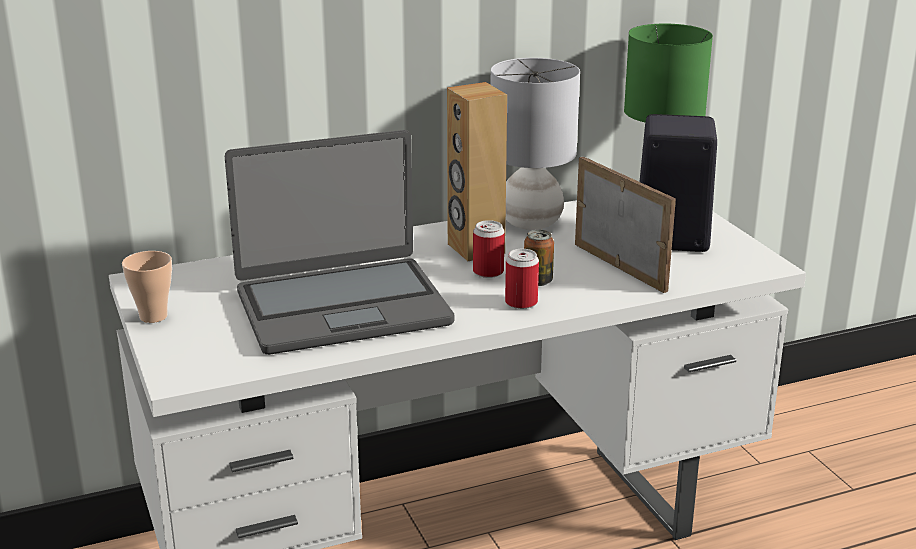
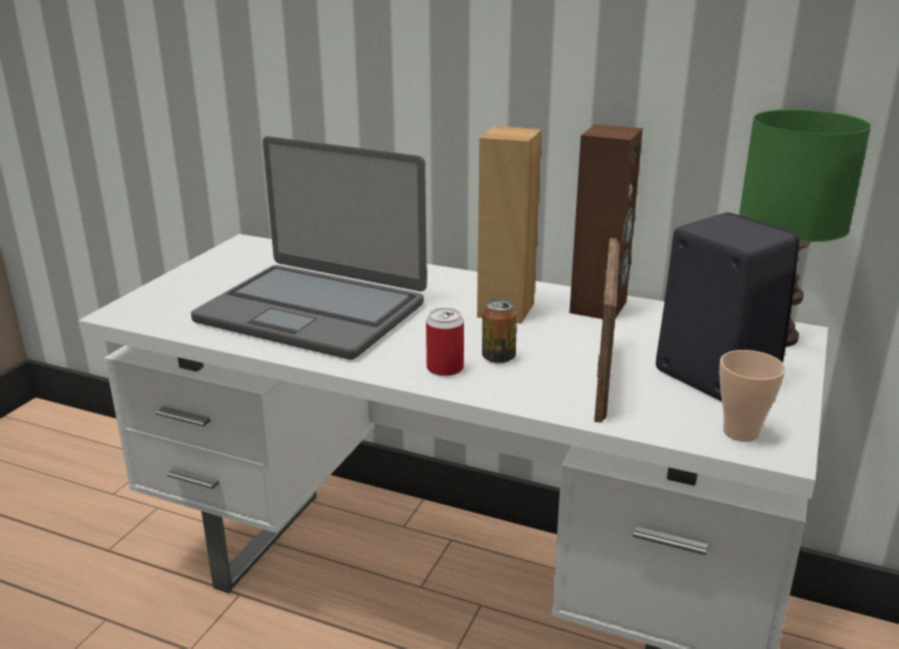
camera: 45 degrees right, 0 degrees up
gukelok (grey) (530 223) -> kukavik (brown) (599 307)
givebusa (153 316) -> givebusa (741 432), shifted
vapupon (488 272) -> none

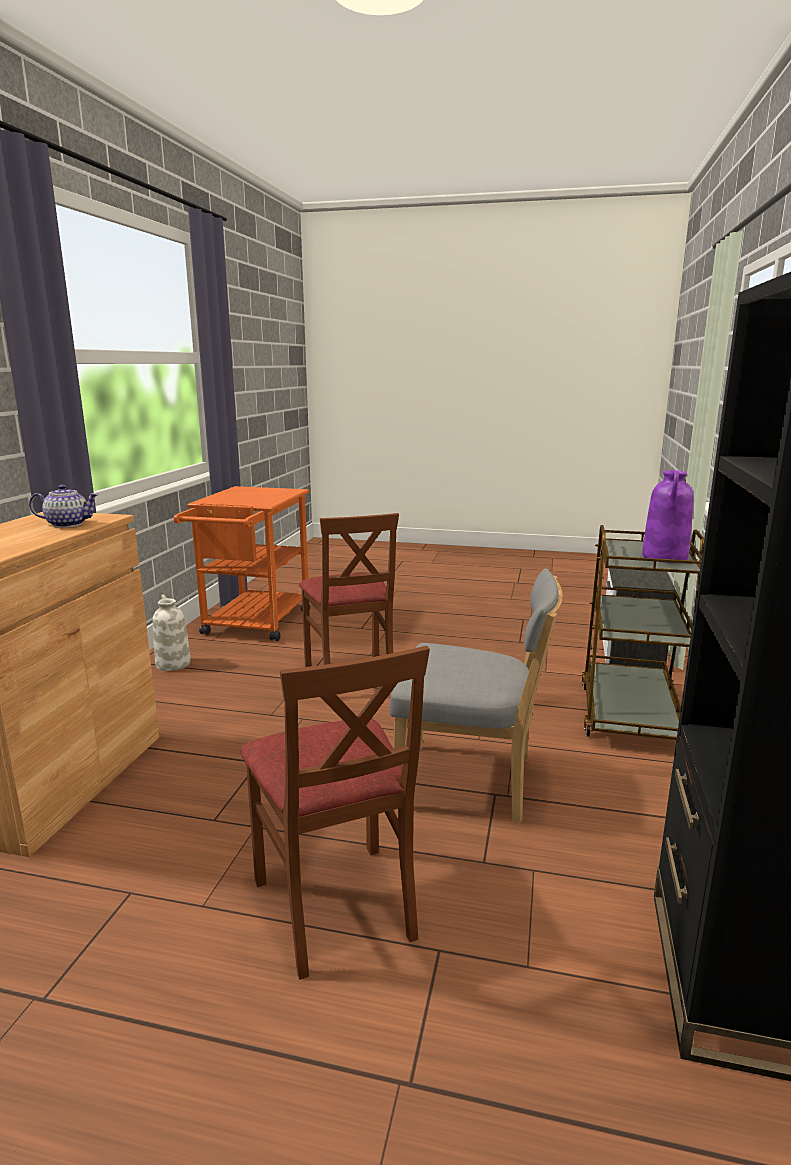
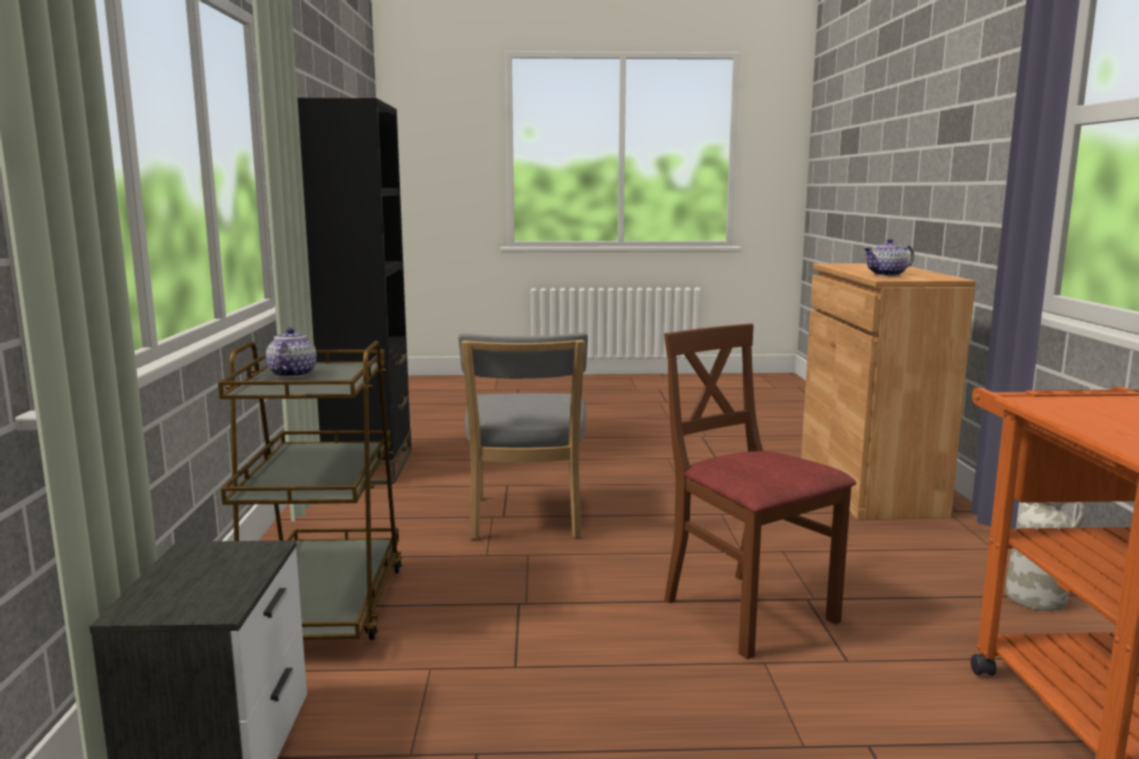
camera: 165 degrees right, 5 degrees down
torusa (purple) (665 557) -> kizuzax (292 374)
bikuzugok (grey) (471 783) -> bikuzugok (grey) (526 520), 90 degrees counterclockwise
bikuzugok (brown) (336 905) -> none

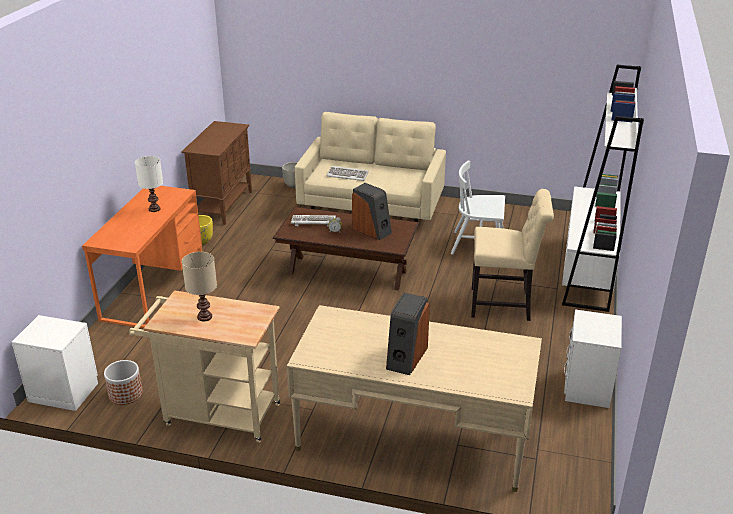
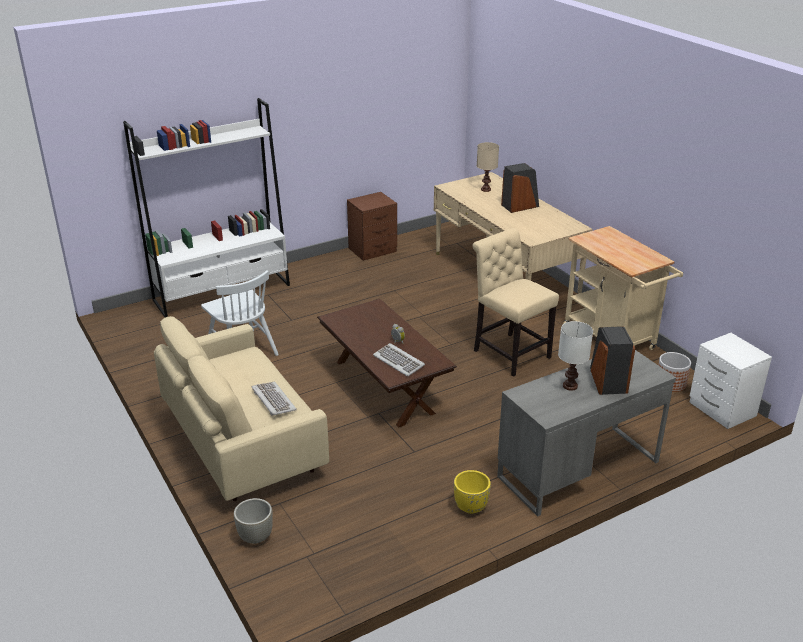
camera: 135 degrees left, 0 degrees up
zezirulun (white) (586 388) -> zezirulun (brown) (373 250)
bikuzugok (beige) (504 305) -> bikuzugok (beige) (509 352), shifted
gukelok (beige) (204 316) -> gukelok (beige) (485 190), shifted
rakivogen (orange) (154 289) -> rakivogen (grey) (578 469)
kukavik (372 230) -> kukavik (607 381), shifted
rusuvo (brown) (223 205) -> none

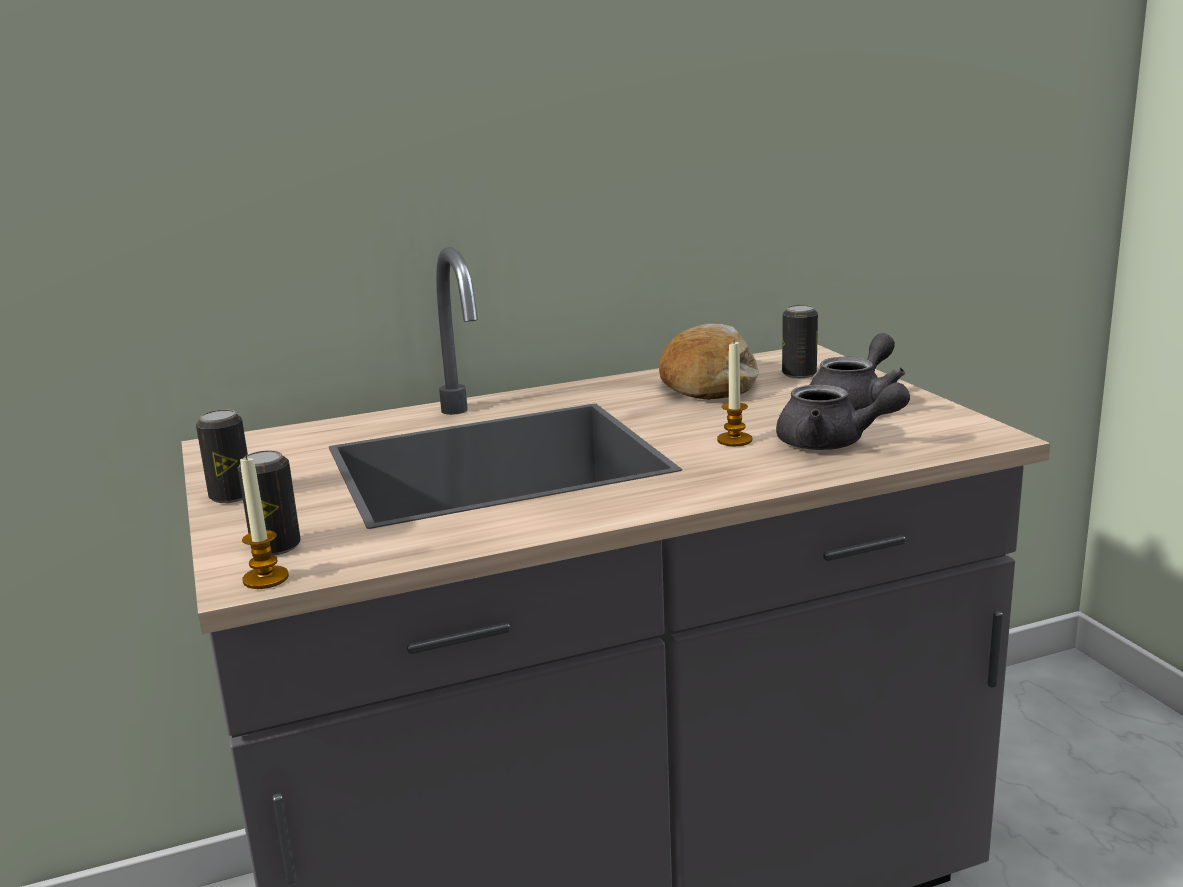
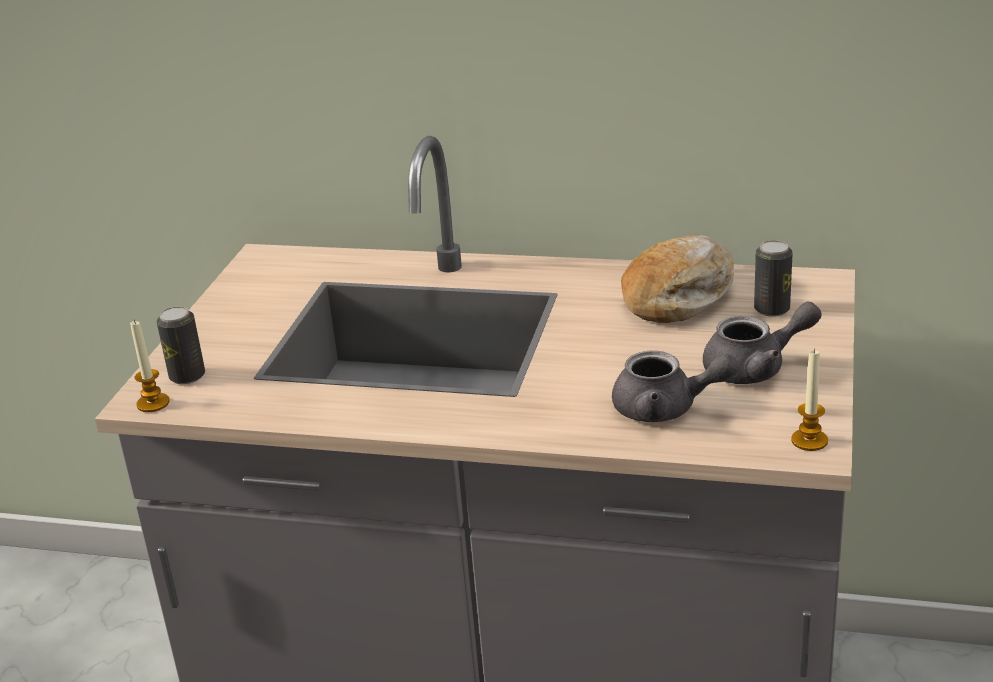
camera: 35 degrees right, 10 degrees up
kizuzax (grey) (832 444) -> kizuzax (grey) (666 409), 45 degrees counterclockwise
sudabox (734 440) -> sudabox (809 441), shifted
vapupon (231 496) -> none

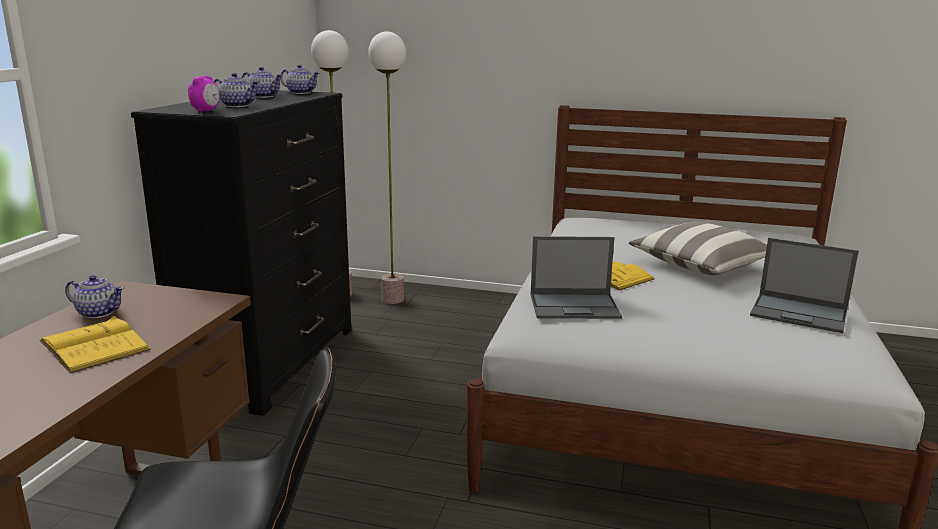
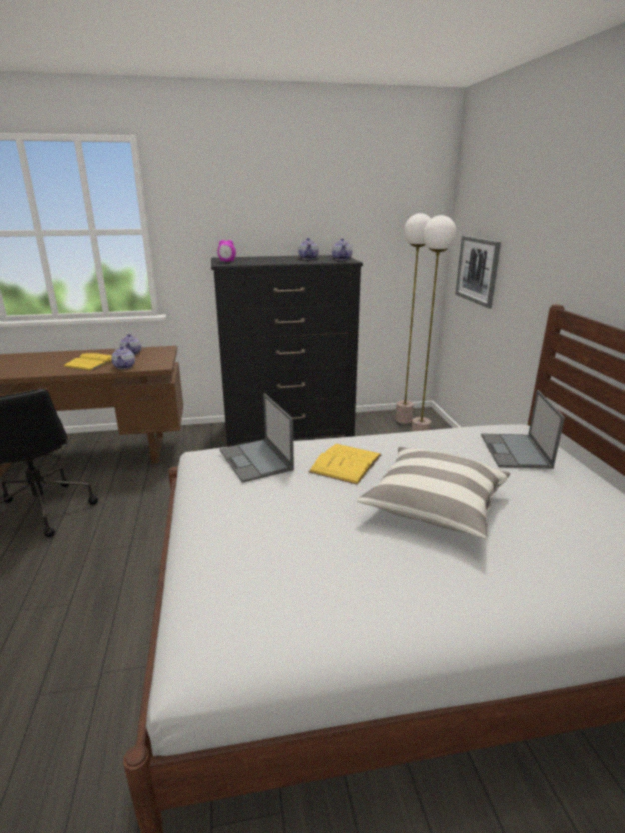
camera: 65 degrees right, 5 degrees up
kizuzax (237 105) -> kizuzax (124 366), shifted
none -> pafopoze (477 270)
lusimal (800 313) -> lusimal (515 451), shifted

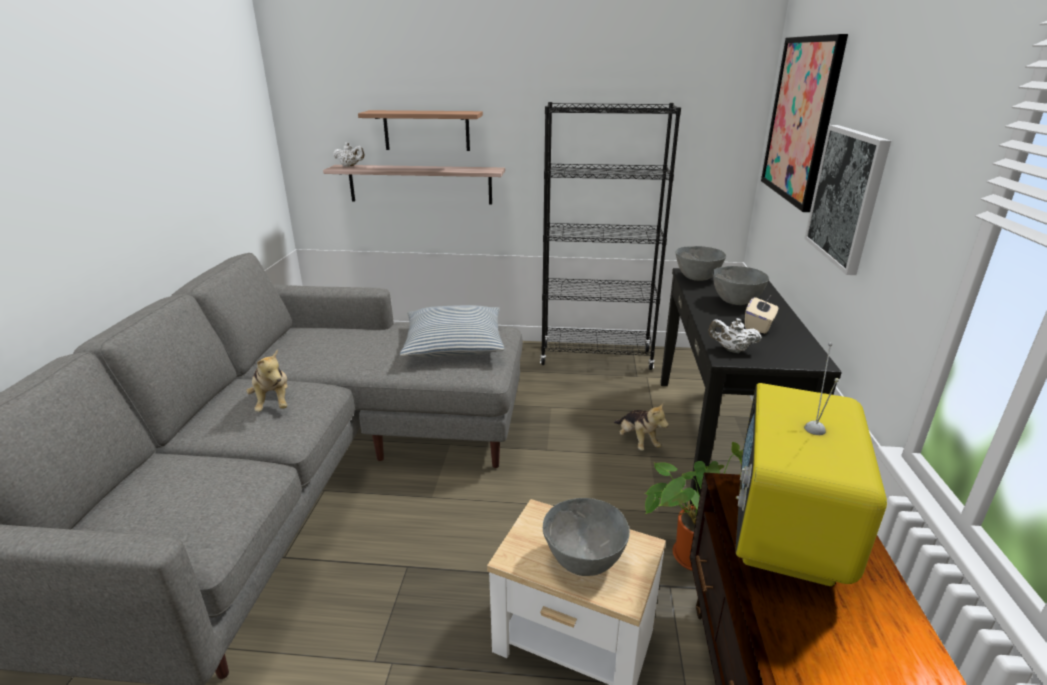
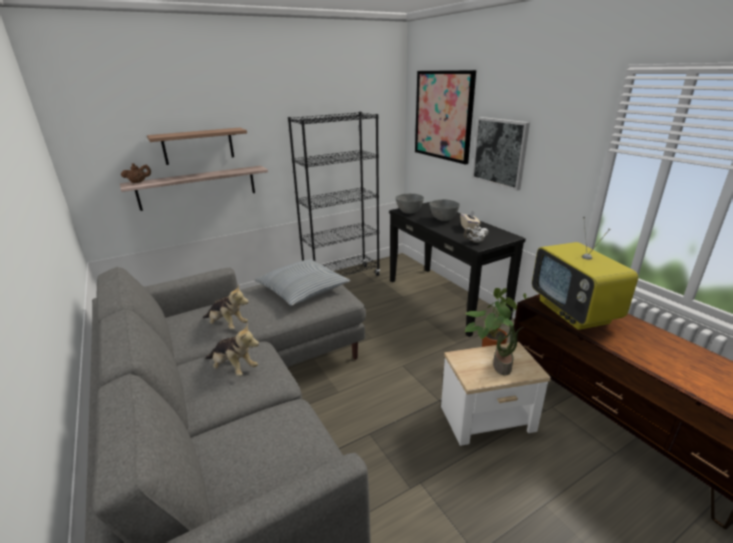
camera: 35 degrees left, 0 degrees up
kizuzax (white) (350 166) -> kizuzax (brown) (138 182)
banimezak (637 441) -> banimezak (227 325), shifted
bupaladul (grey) (584 561) -> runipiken (502 366)

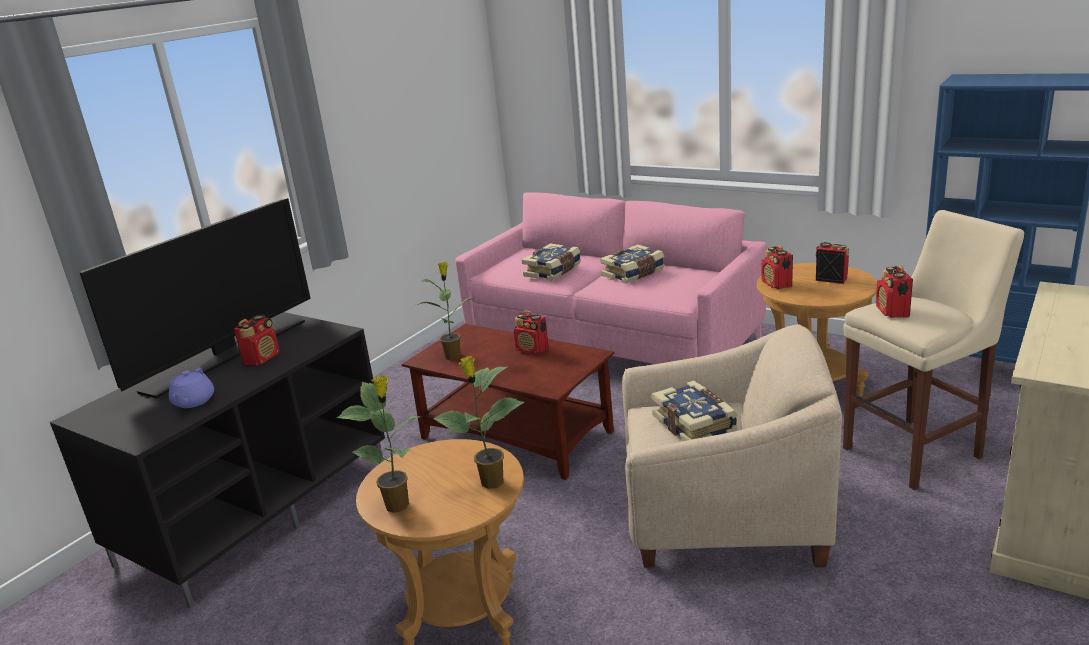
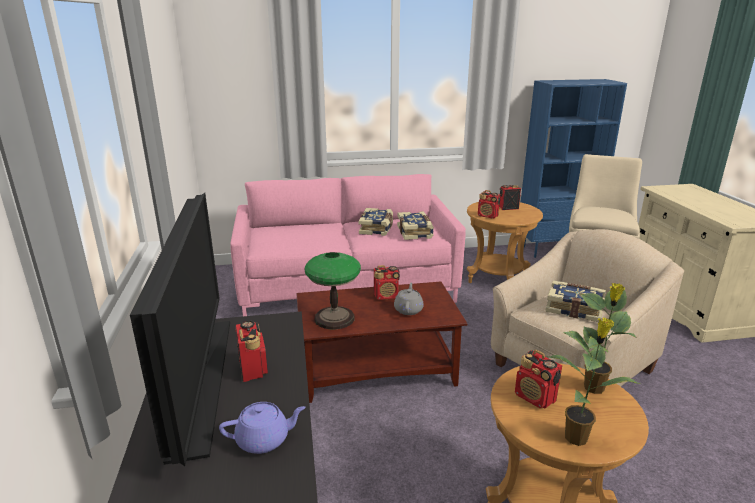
camera: 45 degrees left, 0 degrees up
kizuzax (purple) (193 402) -> kizuzax (purple) (264 439), 60 degrees counterclockwise
runipiken (453 356) -> gukelok (334 318)
none -> kizuzax (grey) (408 309)
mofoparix (553 271) -> mofoparix (415 232), shifted
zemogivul (892 312) -> zemogivul (535 398), shifted

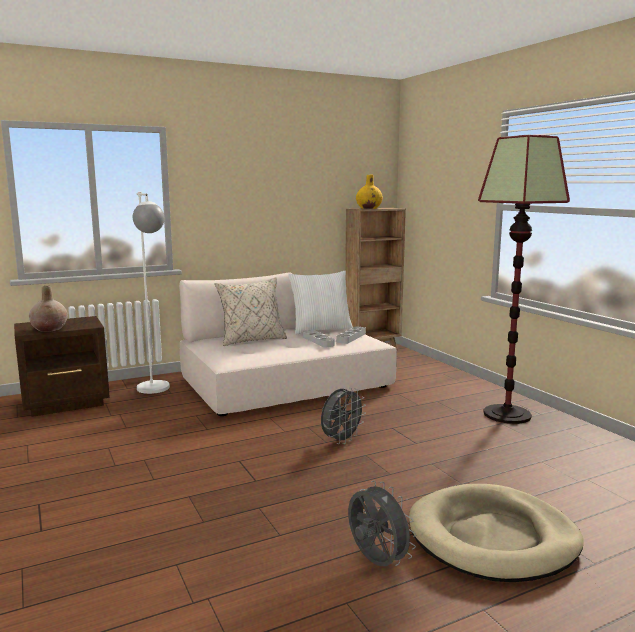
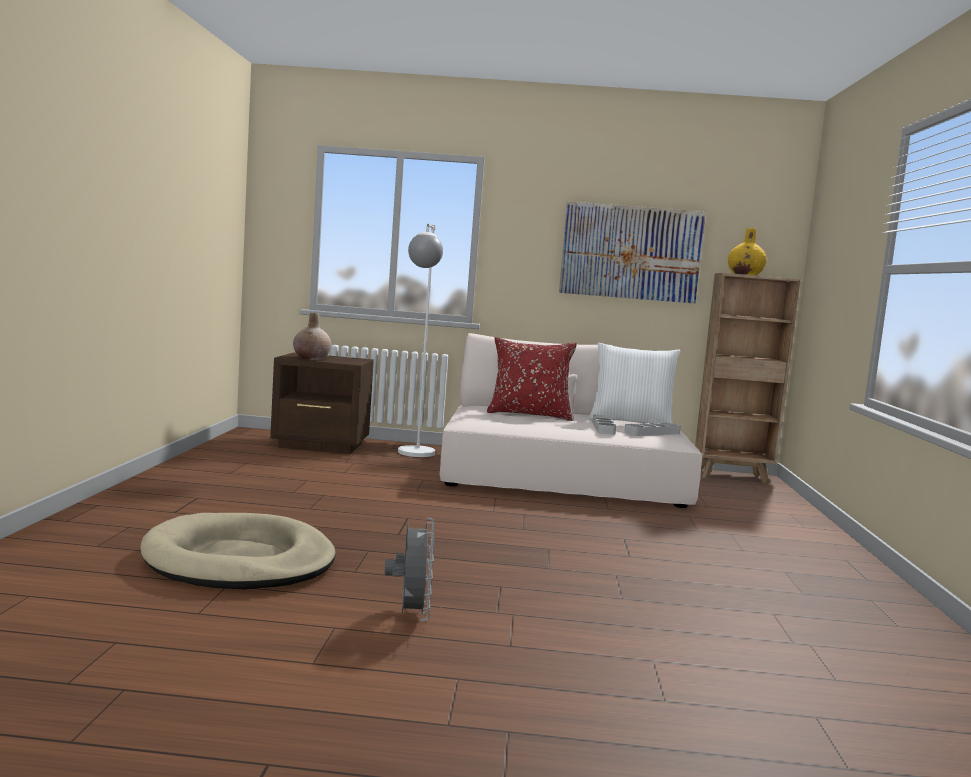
camera: 30 degrees right, 5 degrees down
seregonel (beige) (493 538) -> seregonel (beige) (239 561), shifted
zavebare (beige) (252 340) -> zavebare (red) (529 415)
none -> pafopoze (631 252)
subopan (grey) (341 440) -> none
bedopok (507 414) -> none

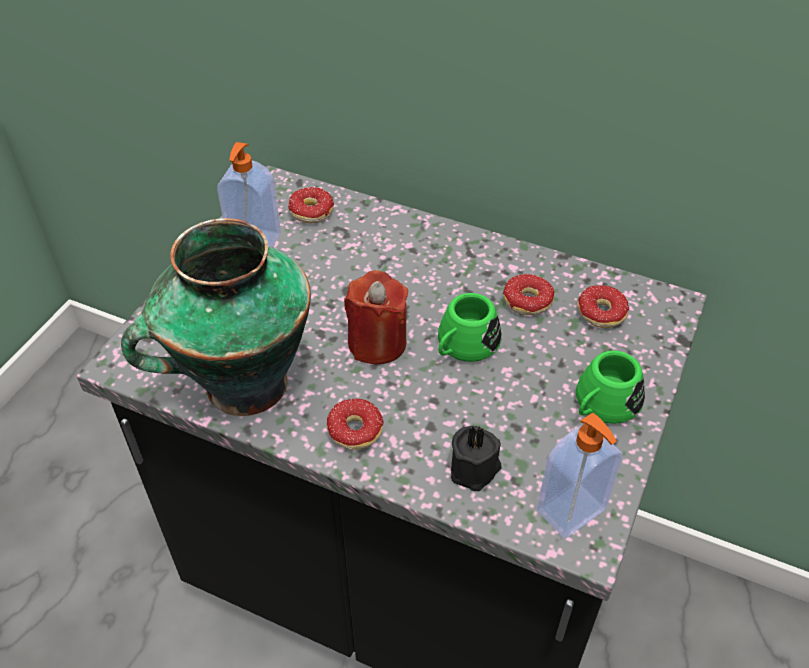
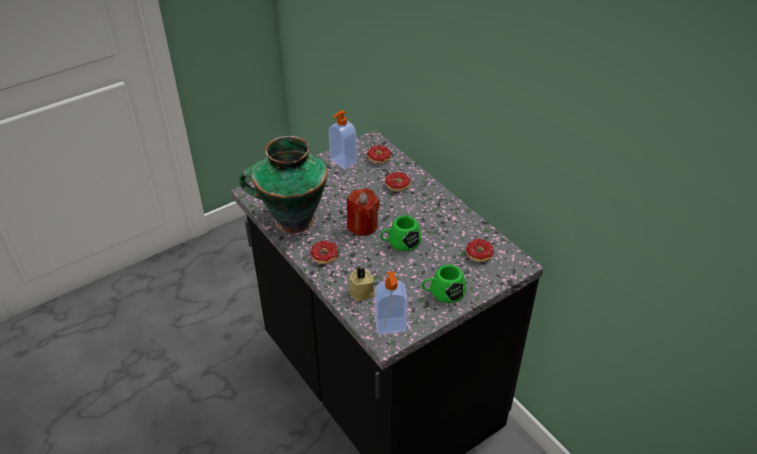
camera: 30 degrees right, 5 degrees down
sudabox (black) (475 469) -> sudabox (beige) (362 292)
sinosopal (527 308) -> sinosopal (395 188), shifted

